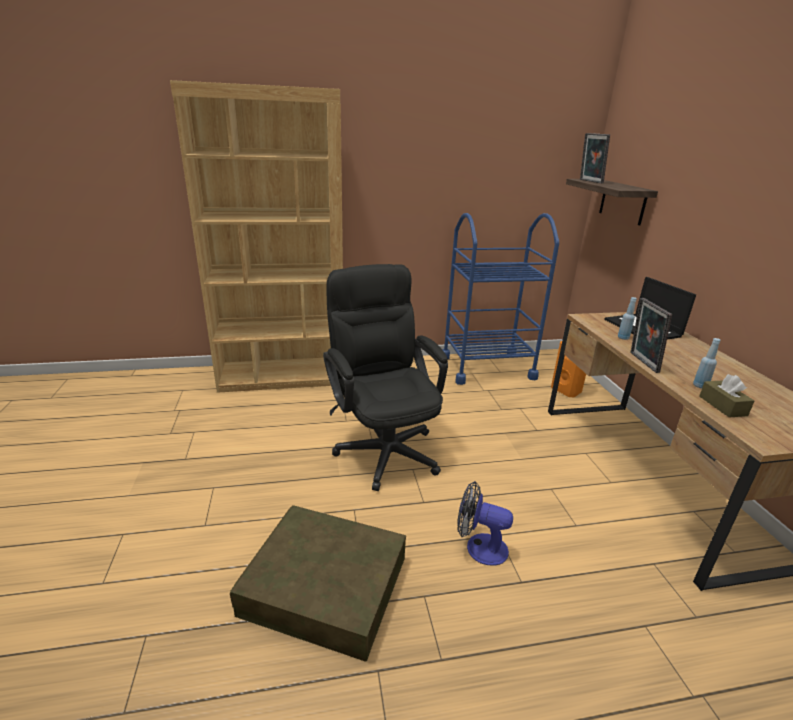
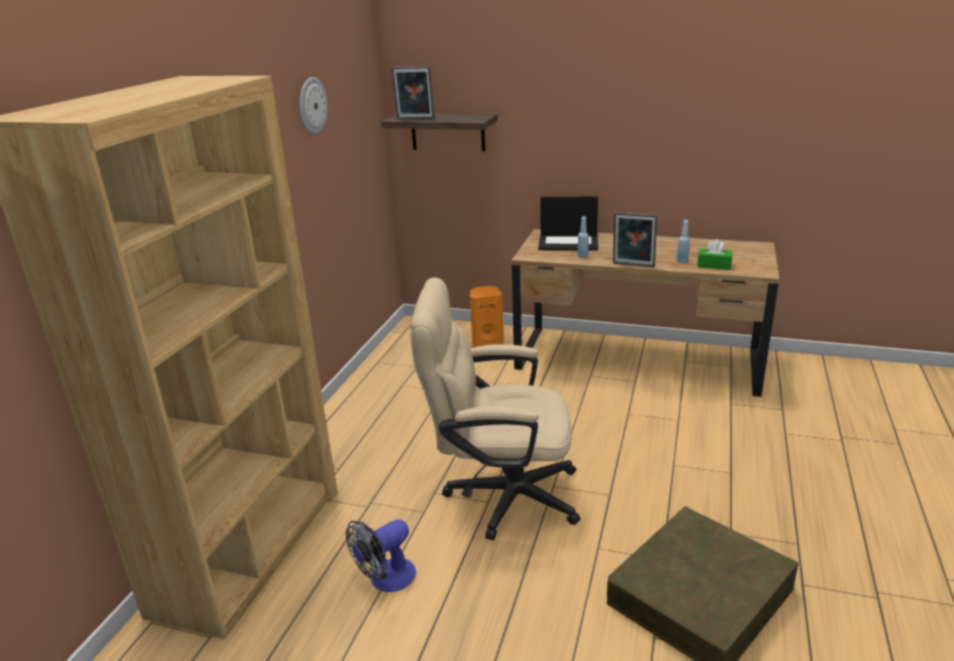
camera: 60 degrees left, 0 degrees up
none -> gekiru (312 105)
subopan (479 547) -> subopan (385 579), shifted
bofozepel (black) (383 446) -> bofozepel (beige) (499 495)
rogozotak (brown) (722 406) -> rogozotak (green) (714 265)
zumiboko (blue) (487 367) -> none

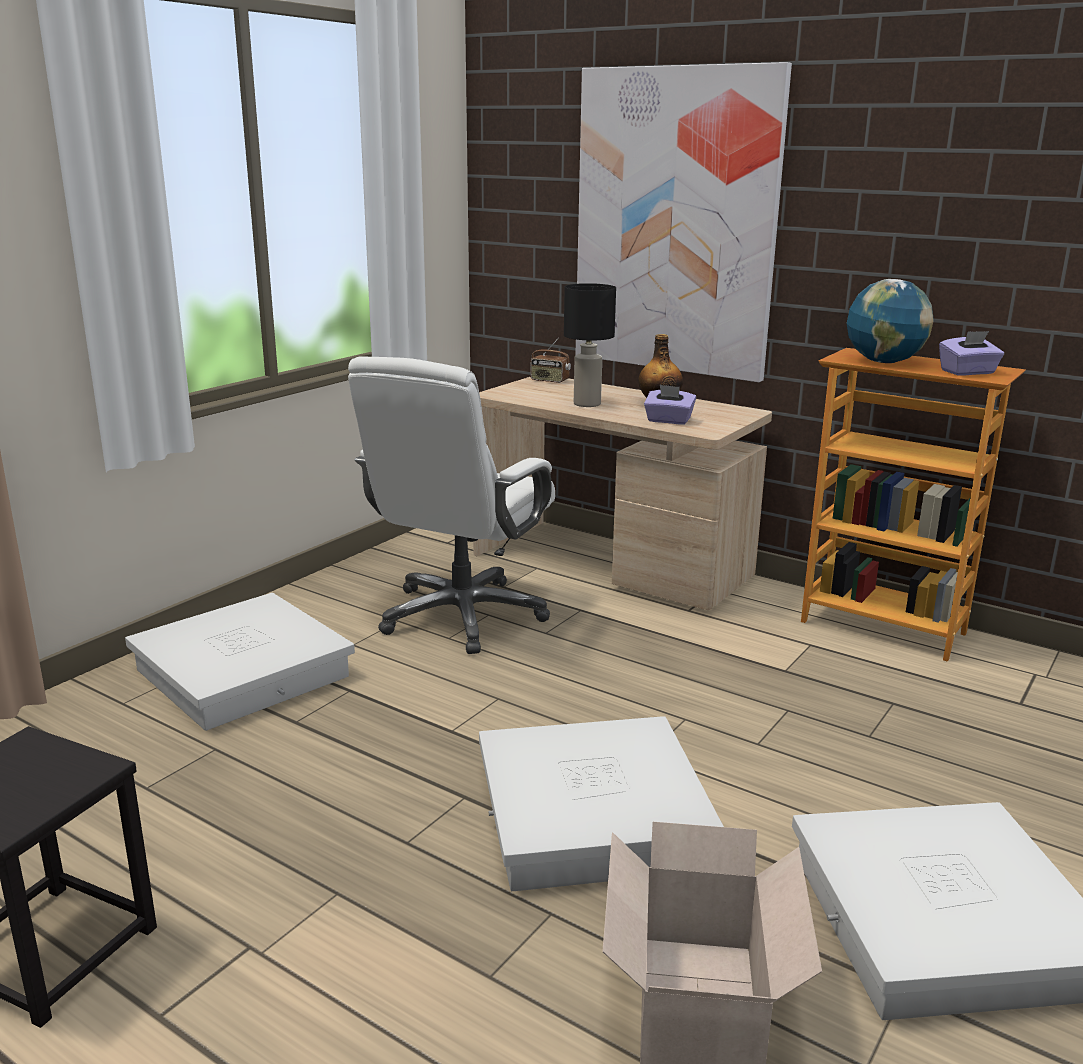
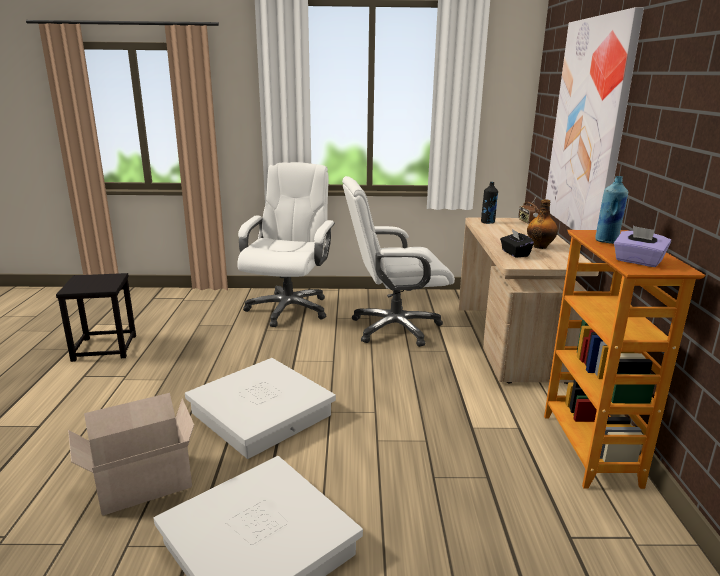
camera: 55 degrees right, 0 degrees up
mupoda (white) (243 672) -> bofozepel (white) (288 309)
none -> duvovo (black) (487 222)
rogozotak (purple) (668 420) -> rogozotak (black) (514 253)
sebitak (884 362) -> duvovo (blue) (606 241)
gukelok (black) (587 404) -> none

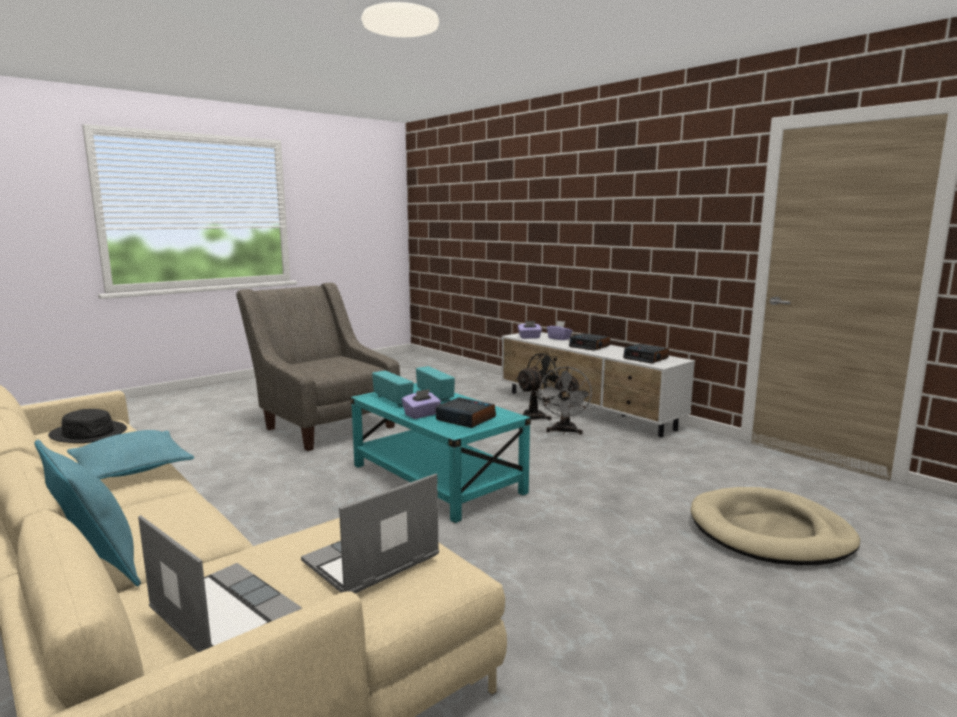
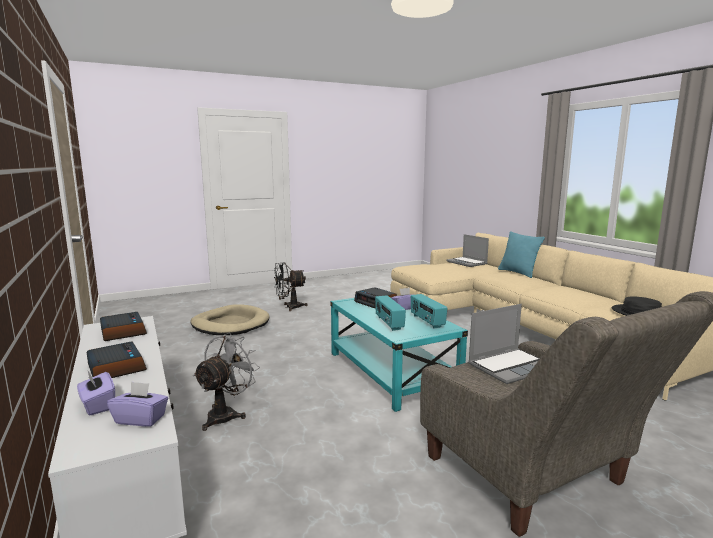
camera: 165 degrees left, 0 degrees up
subopan (black) (538 416) -> subopan (black) (289 307), shifted
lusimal (371 561) -> lusimal (511 366), shifted
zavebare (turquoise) (131 468) -> none

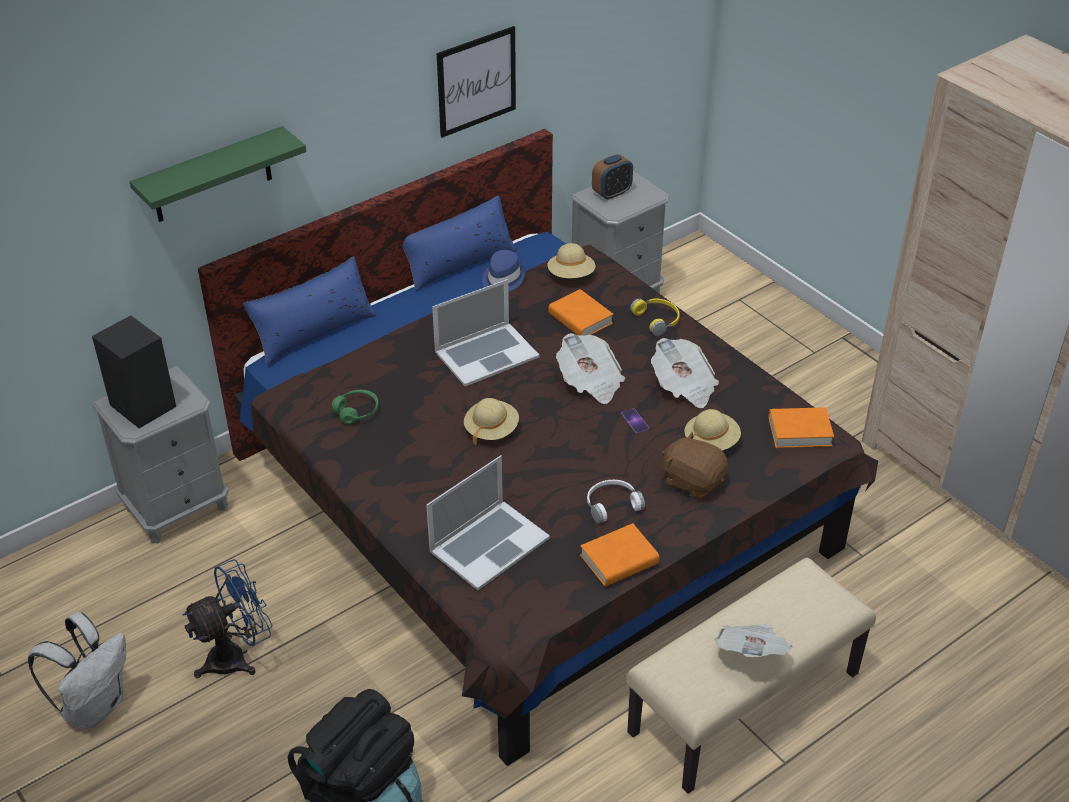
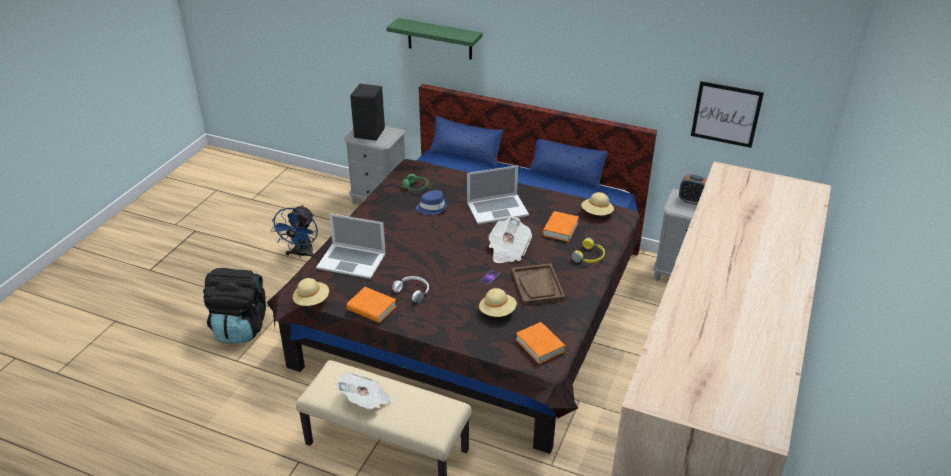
camera: 60 degrees right, 5 degrees down
subopan (blue) (236 656) -> subopan (blue) (301 254), 75 degrees clockwise
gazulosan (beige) (491 429) -> gazulosan (beige) (312 300), shifted
gazulosan (blue) (502 278) -> gazulosan (blue) (432 207), shifted
lusimal (486 354) -> lusimal (497 209), 45 degrees counterclockwise
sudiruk (684 387) -> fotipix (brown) (537 286)
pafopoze (476 81) -> pafopoze (726 114), shifted
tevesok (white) (94 706) -> none
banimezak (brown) (692 481) -> none

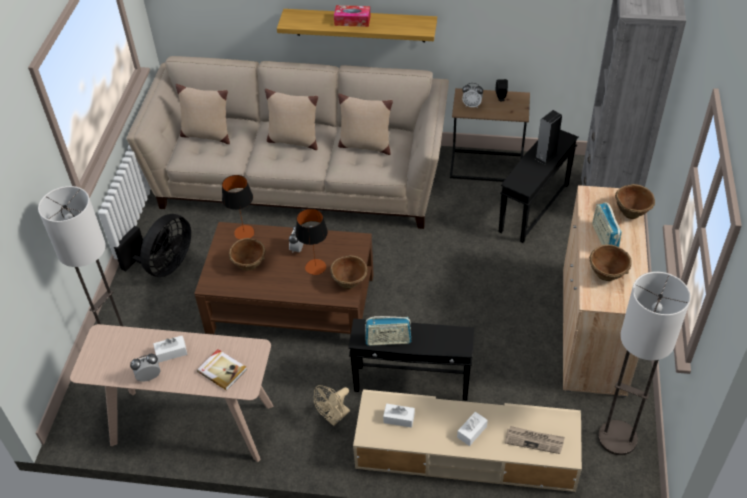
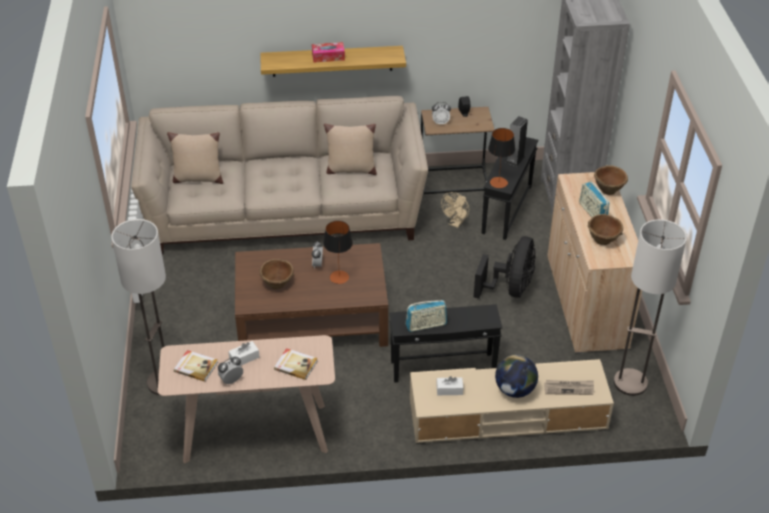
camera: 15 degrees left, 5 degrees down
none -> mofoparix (196 366)
subopan (beige) (334 418) -> subopan (beige) (456 223), shifted
subopan (black) (164 265) -> subopan (black) (510 289), shifted
gukelok (244 232) -> gukelok (498 182), shifted
rogozotak (white) (472 432) -> sebitak (515 390)
zavebare (beige) (293 140) -> none
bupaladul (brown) (349 282) -> none

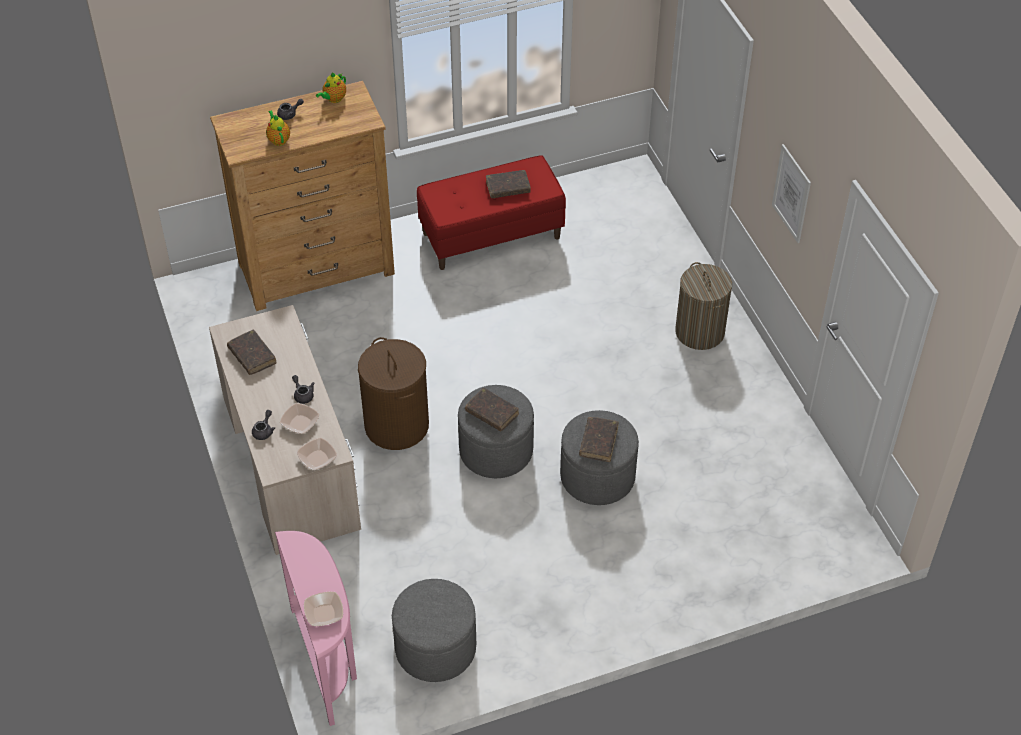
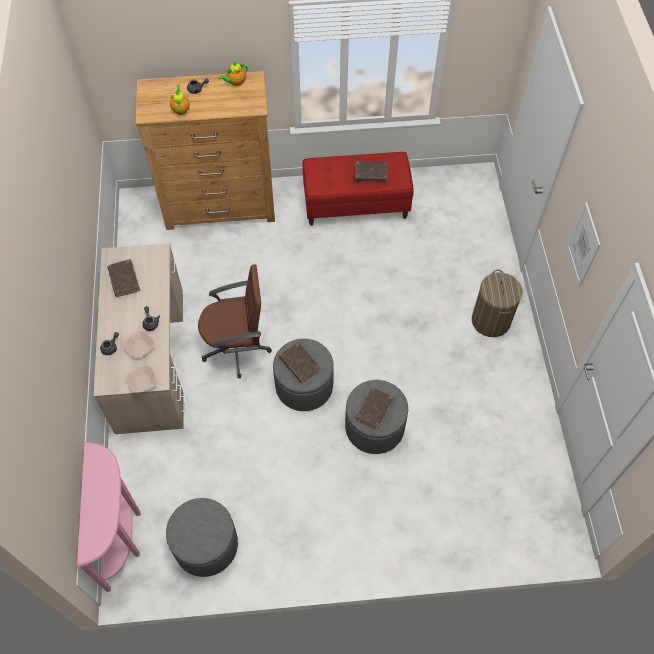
camera: 15 degrees right, 10 degrees up
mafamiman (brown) (397 425) -> bofozepel (brown) (237 347)
bupaladul (324 613) -> none

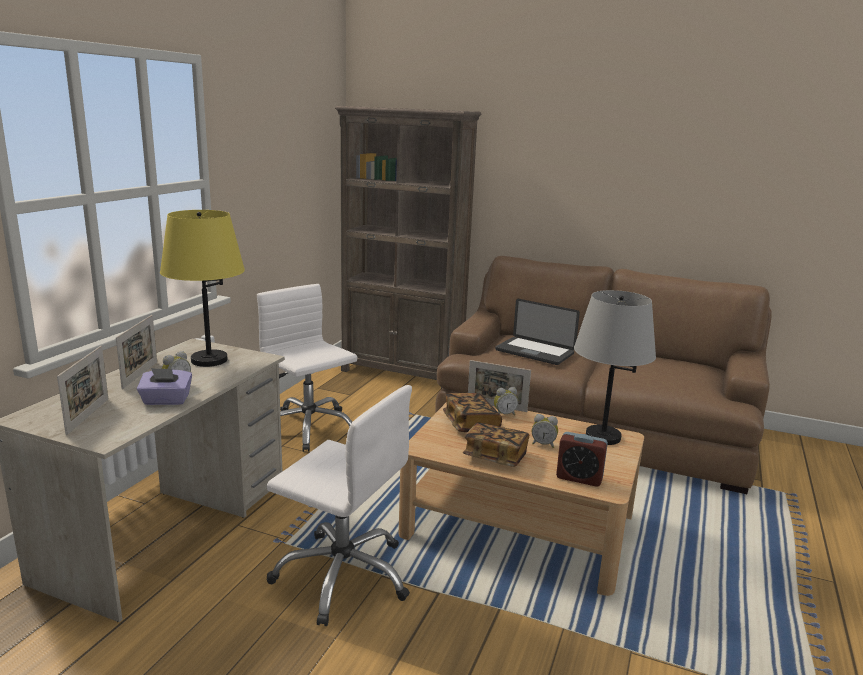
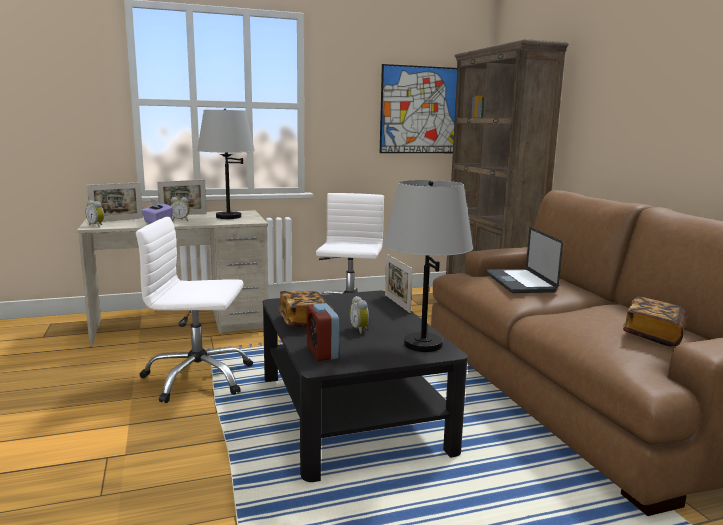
camera: 50 degrees right, 5 degrees down
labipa (504 414) -> labipa (97 225), shifted
bofozepel (white) (343 575) -> bofozepel (white) (198 378), 105 degrees clockwise
gukelok (yellow) (209 360) -> gukelok (grey) (228 217)
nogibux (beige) (519 524) -> nogibux (black) (351 411)
none -> pafopoze (420 110)
mofoparix (470 425) -> mofoparix (653 335), shifted

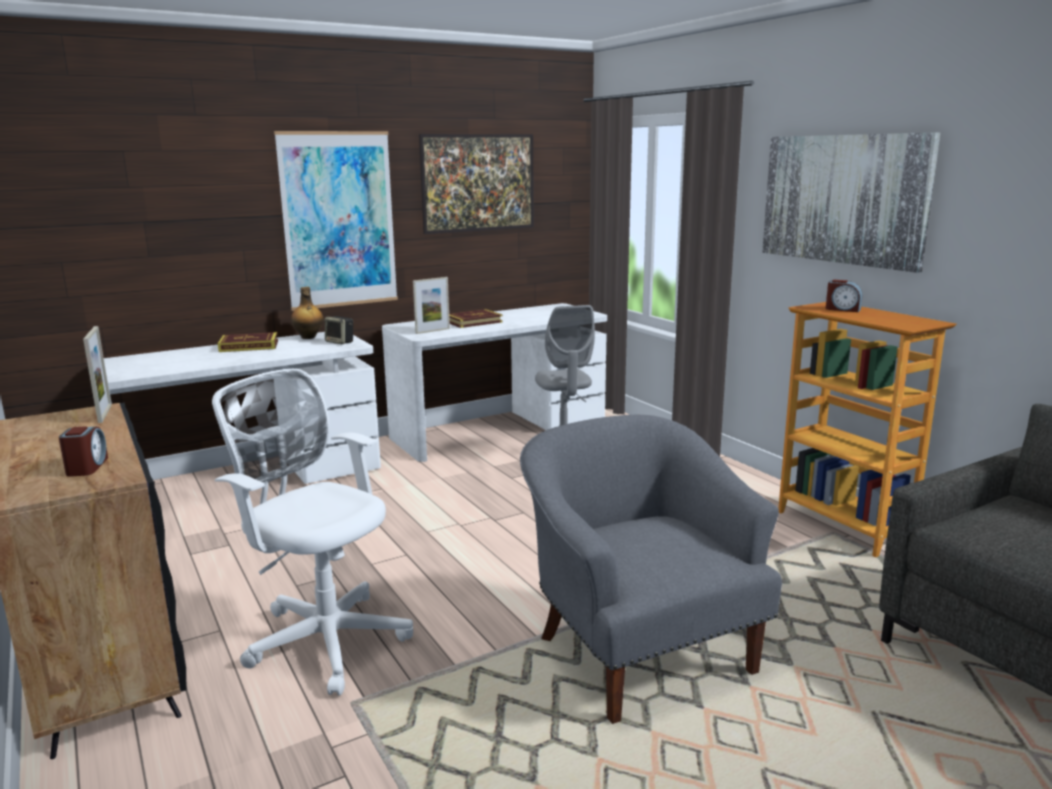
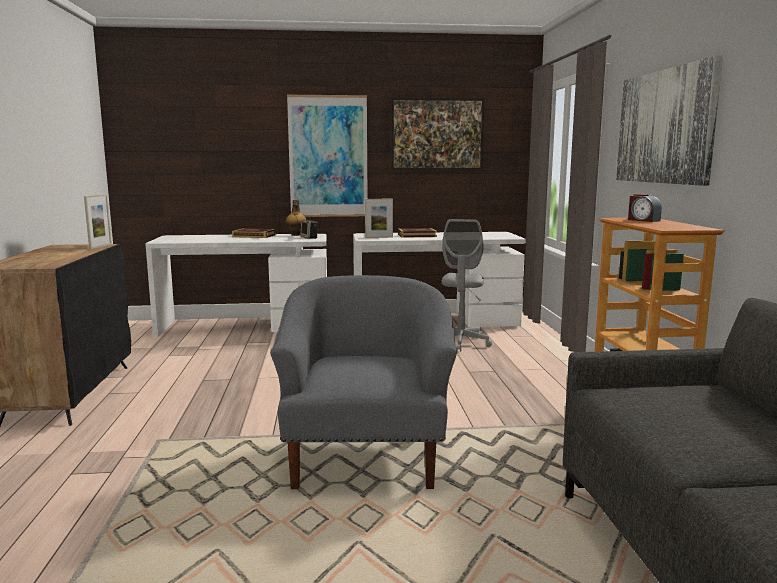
camera: 25 degrees right, 5 degrees down
labipa (87 467) -> none
bofozepel (white) (324 637) -> none

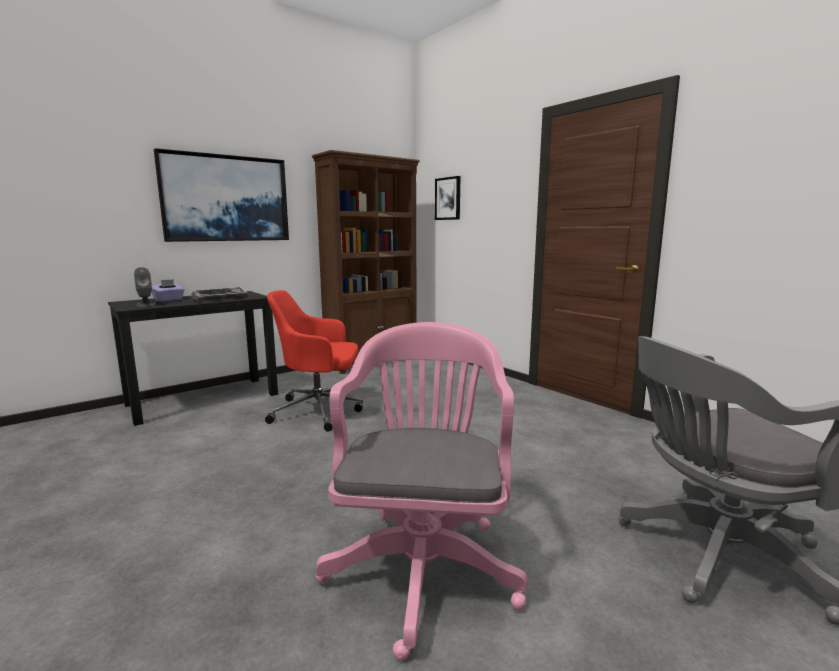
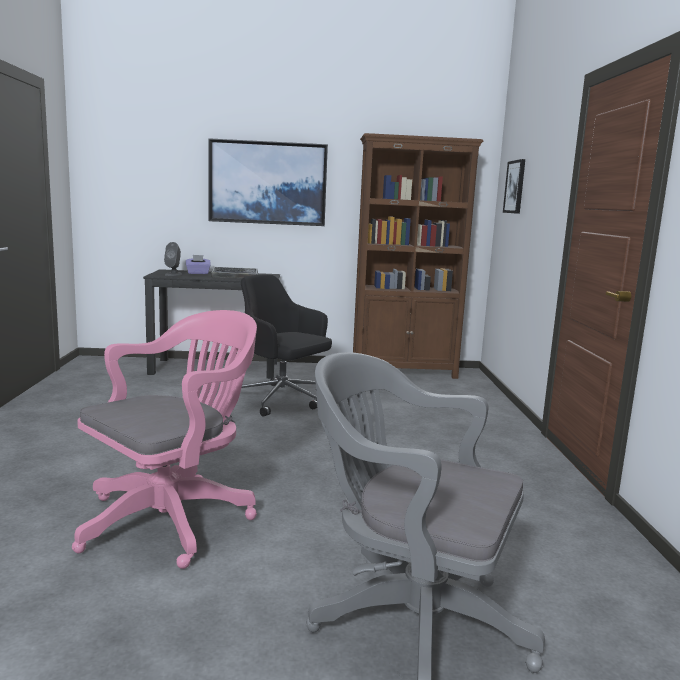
camera: 35 degrees right, 0 degrees up
bofozepel (red) (319 411) -> bofozepel (black) (282 400)

